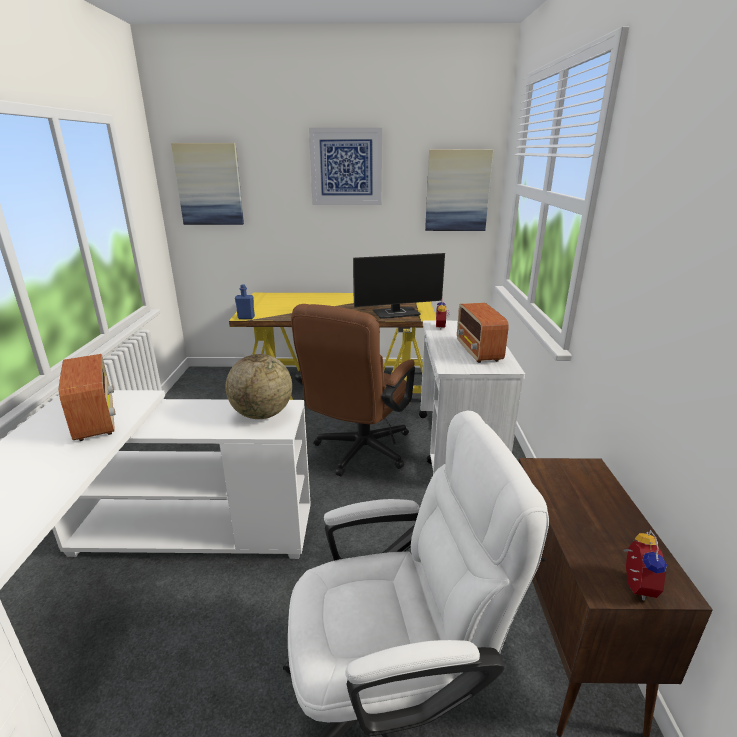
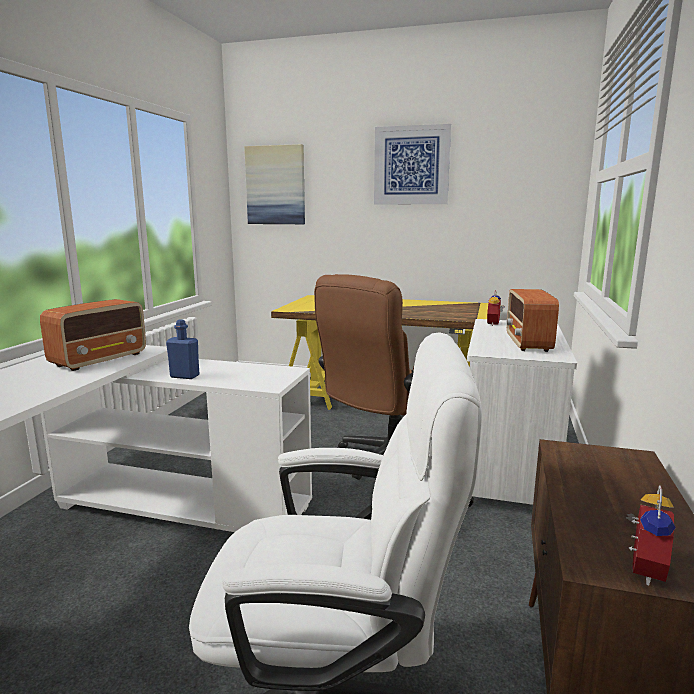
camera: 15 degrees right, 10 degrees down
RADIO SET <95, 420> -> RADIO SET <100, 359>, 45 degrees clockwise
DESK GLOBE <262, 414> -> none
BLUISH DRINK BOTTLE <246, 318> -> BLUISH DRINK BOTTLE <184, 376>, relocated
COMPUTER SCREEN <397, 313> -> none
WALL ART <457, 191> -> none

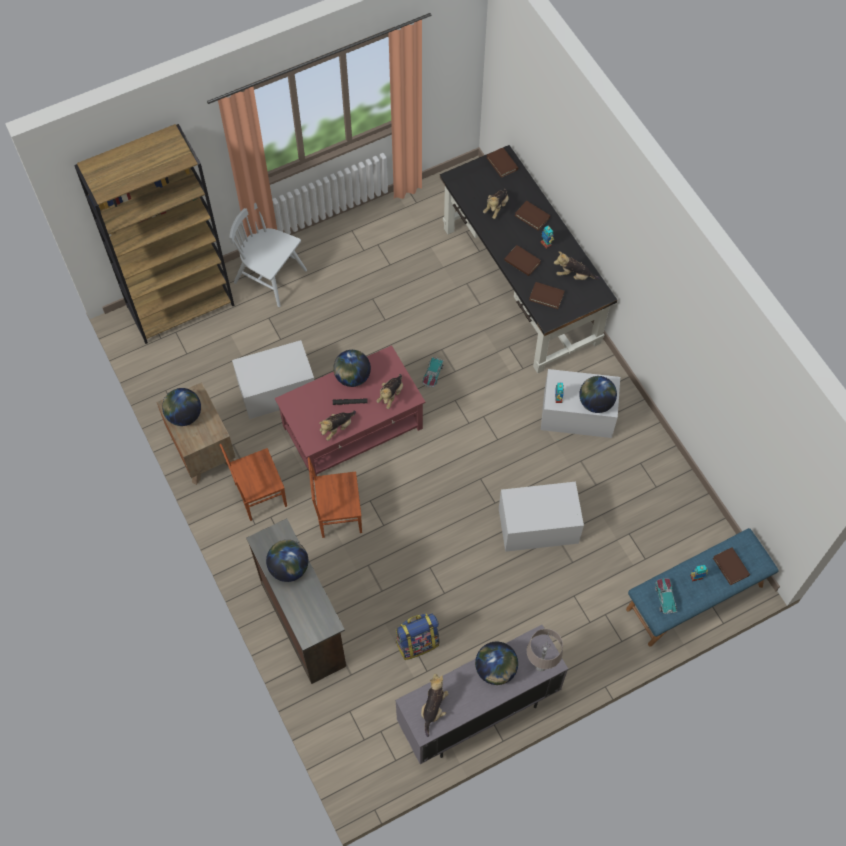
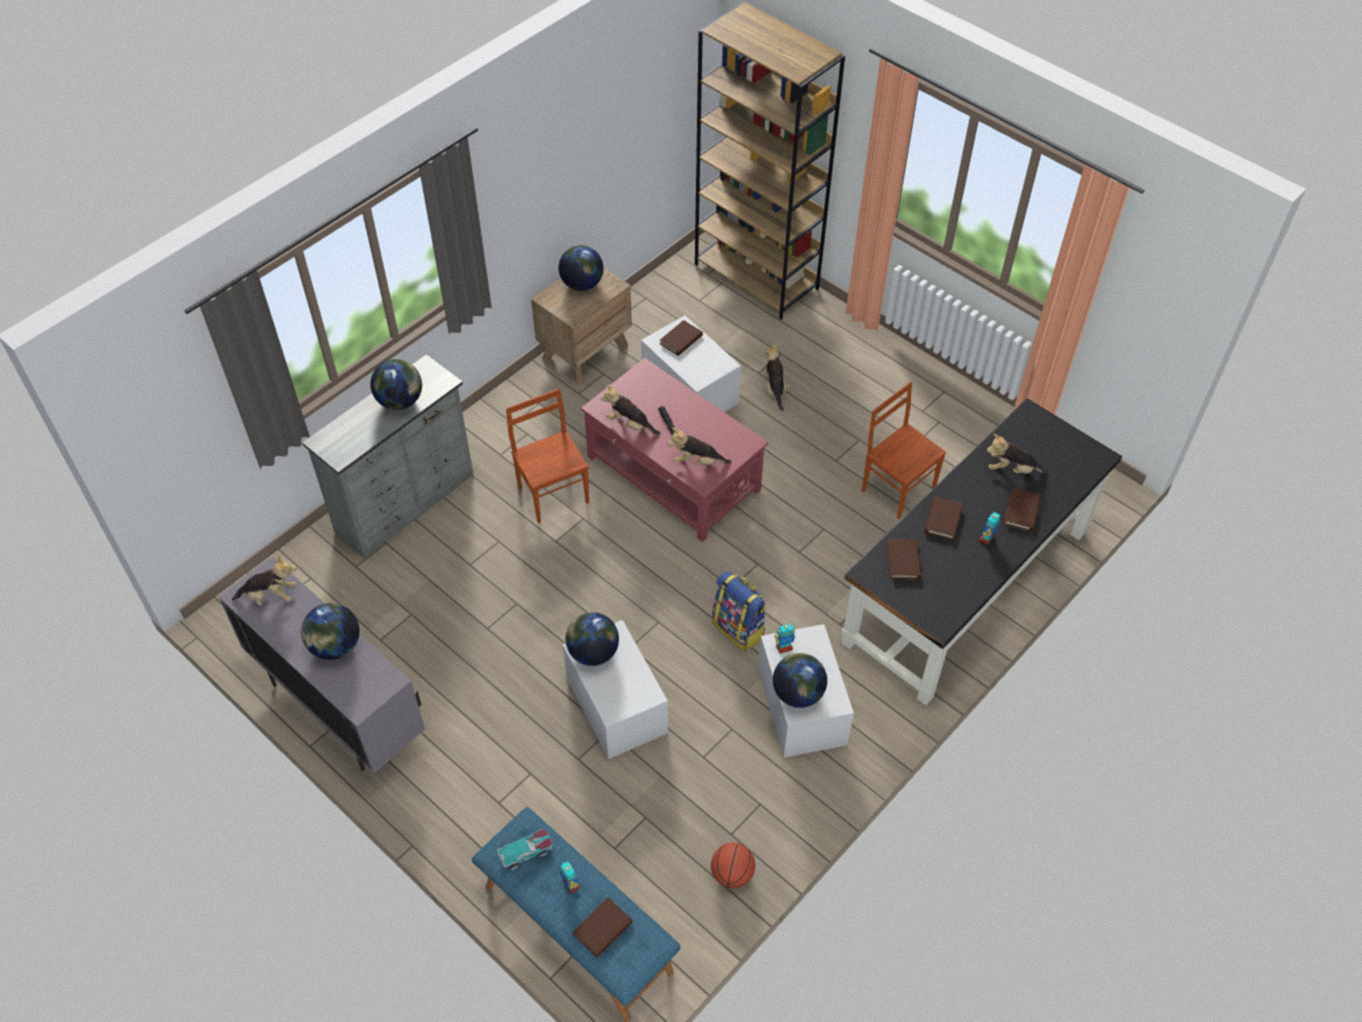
camera: 70 degrees right, 10 degrees down
BROWNISH CHAIR <259, 494> -> BROWNISH CHAIR <898, 488>, relocated
WHITE CHAIR <270, 277> -> none
BROWNISH CHEST OF DRAWERS <304, 622> -> GREYISH CHEST OF DRAWERS <407, 503>
DESK GLOBE <352, 377> -> DESK GLOBE <593, 652>, relocated
RUCKSACK <417, 642> -> RUCKSACK <739, 628>, relocated
MODEL CAR <432, 375> -> none
BROWNISH BOOK <502, 163> -> BROWNISH BOOK <681, 340>, relocated
SAND-COLOURED TABLETOP LAMP <540, 665> -> none
PLUSH TOY <574, 275> -> PLUSH TOY <775, 389>, relocated
none -> BALL FOR BASKETBALL <732, 874>

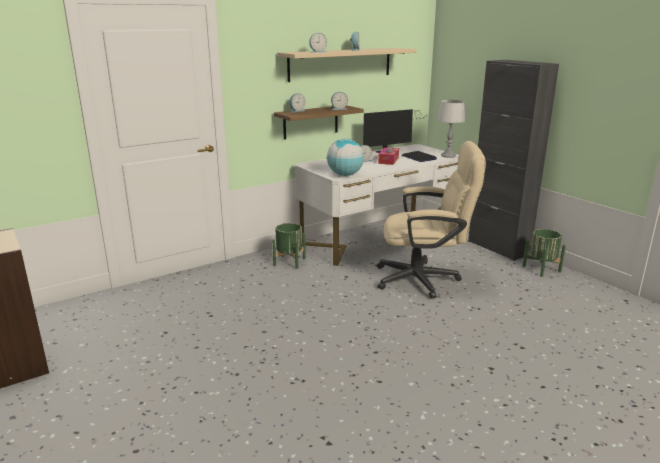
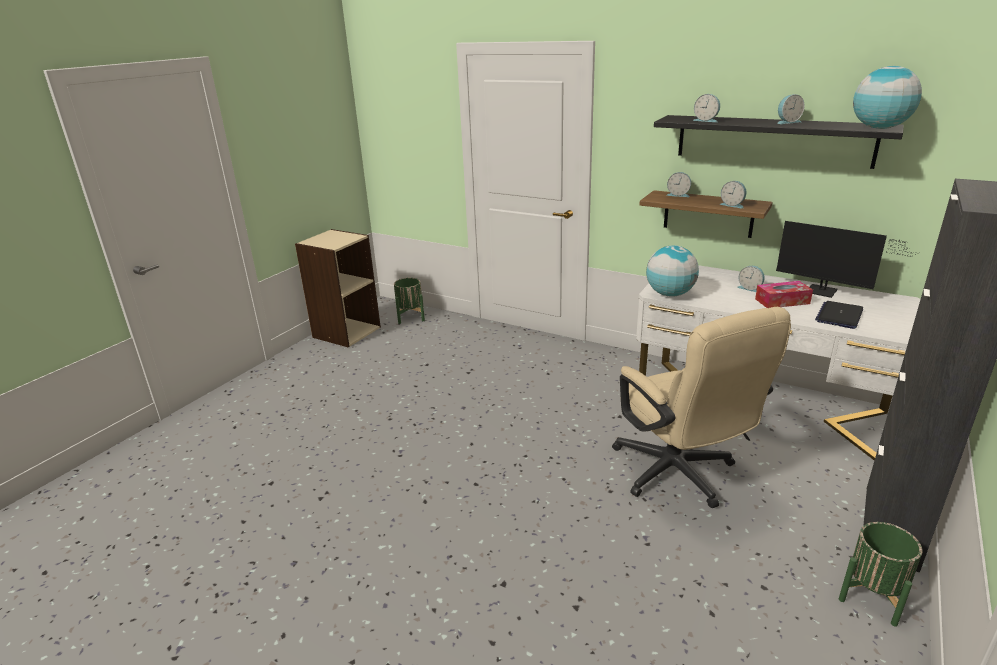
camera: 65 degrees right, 5 degrees up
GREENISH PLANT POT <289, 262> -> GREENISH PLANT POT <410, 317>, relocated
SAND-COLOURED WALL SHELF <340, 64> -> BLACK-COLOURED WALL SHELF <773, 140>
GREYISH TABLETOP LAMP <448, 156> -> none
none -> DESK GLOBE <880, 128>

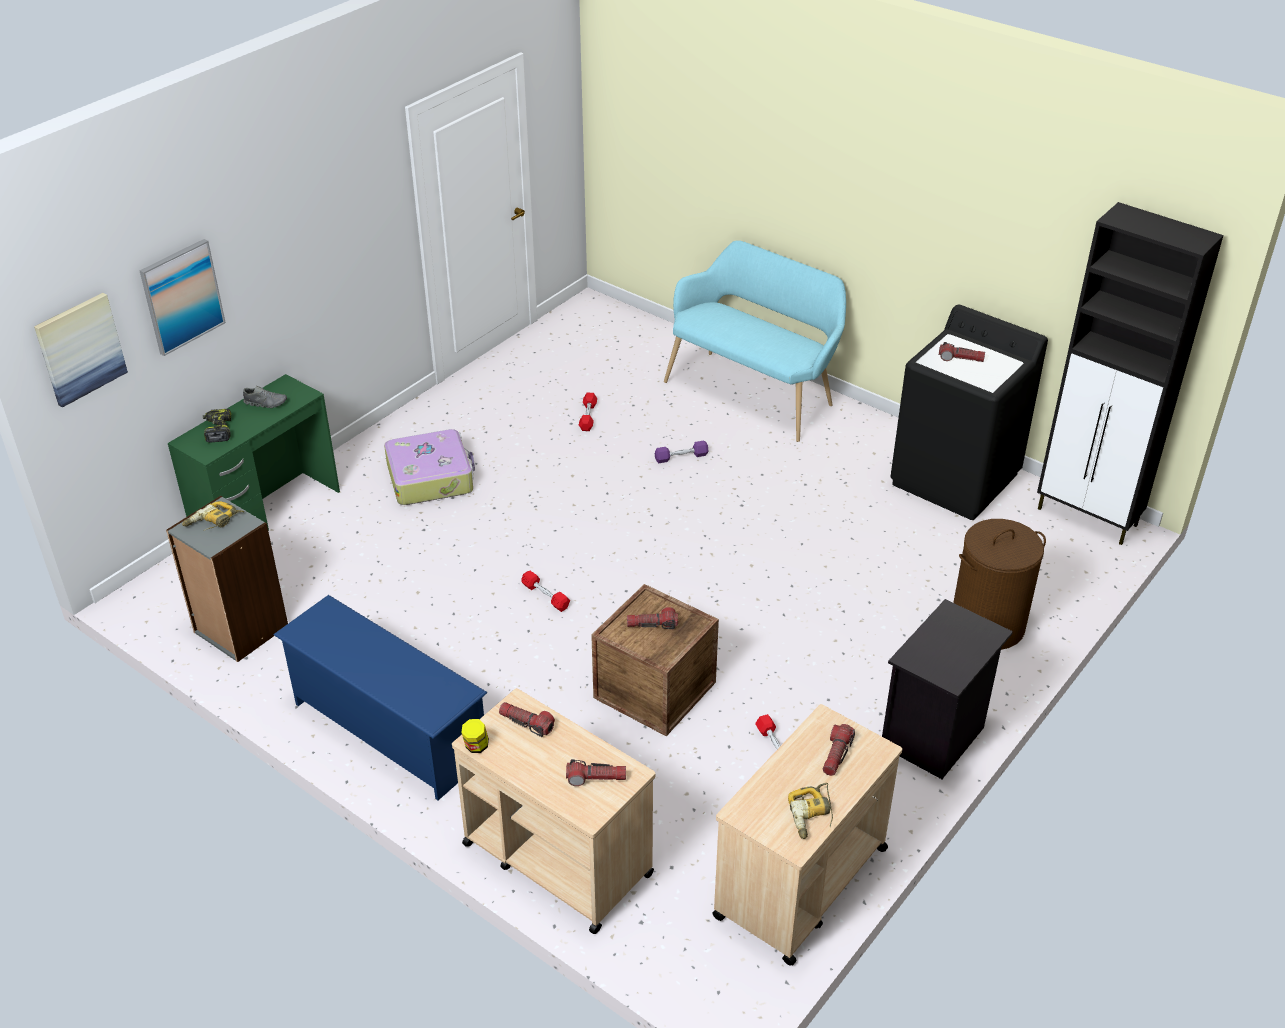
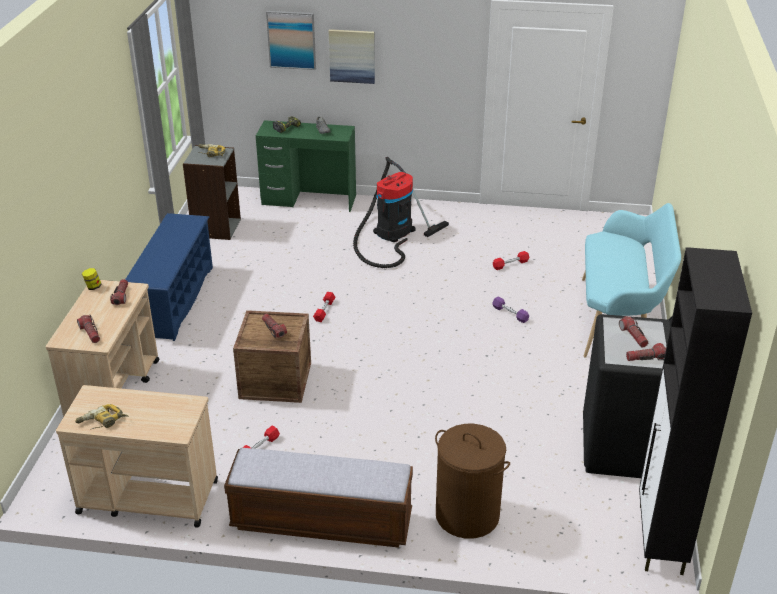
camera: 60 degrees right, 5 degrees down
WALL ART <80, 349> -> WALL ART <352, 56>, relocated
PIECE OF LUGGAGE <431, 477> -> HOOVER <392, 234>
HAND TORCH <836, 755> -> HAND TORCH <646, 358>, relocated
BLACK-COLOURED BEDSIDE TABLE <934, 738> -> INDOOR BENCH <321, 521>

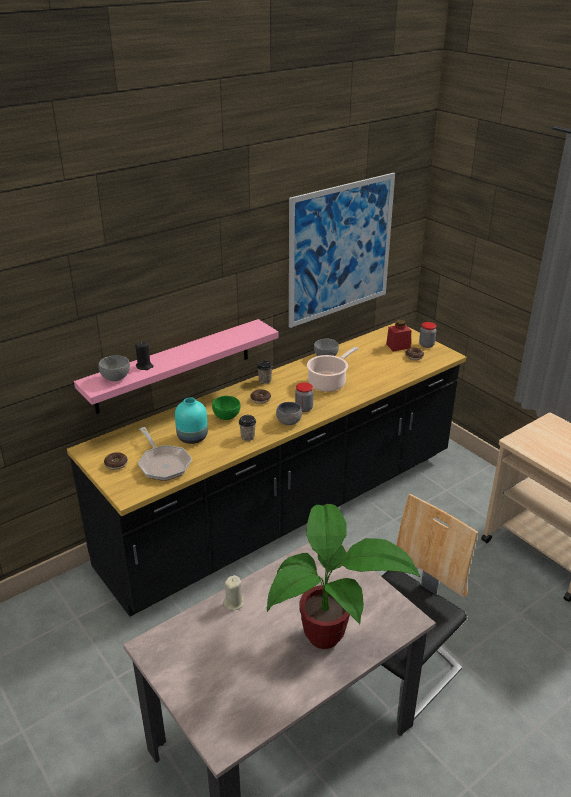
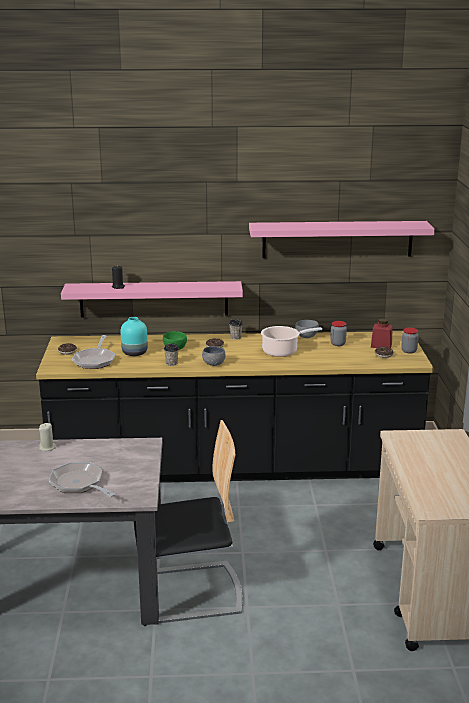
camera: 35 degrees right, 10 degrees down
GREYISH BOWL <115, 378> -> none
PLANT IN A POT <330, 635> -> PAN <79, 484>
WALL ART <341, 250> -> PINKISH WALL SHELF <337, 239>
PRESERVE JAR <304, 408> -> PRESERVE JAR <338, 344>, relocated

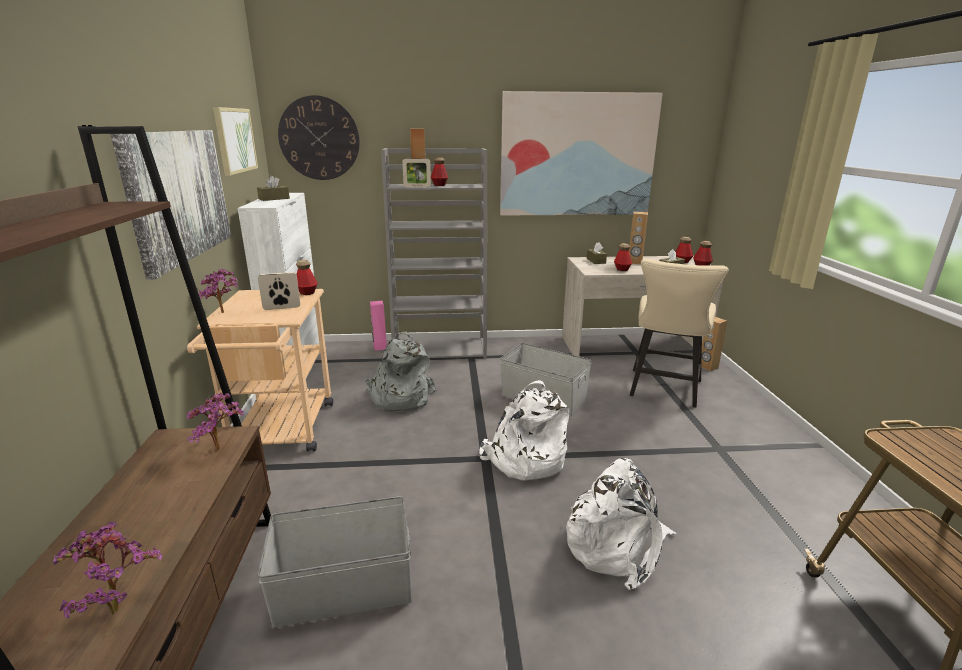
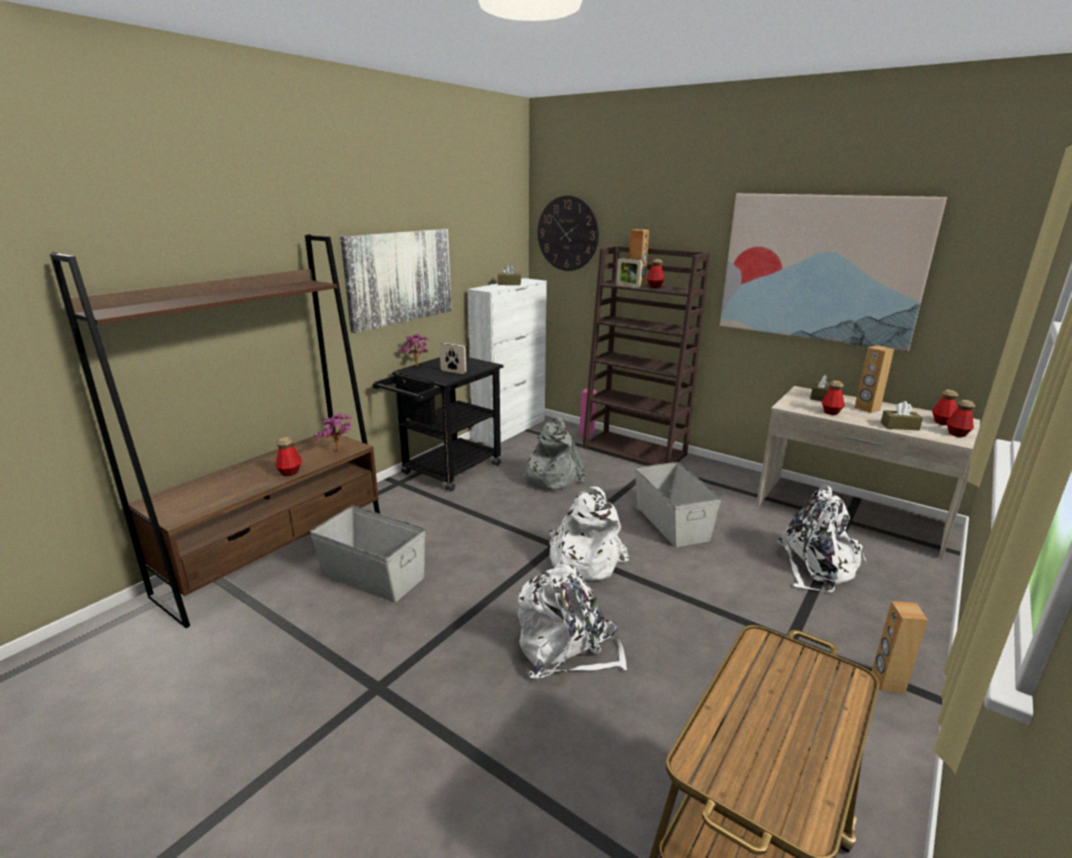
camera: 40 degrees right, 0 degrees up
PLANT IN A POT <117, 606> -> none
SAND-COLOURED CART <281, 433> -> BLACK-COLOURED CART <446, 472>
WALL ART <235, 140> -> none
DRINK BOTTLE <307, 292> -> DRINK BOTTLE <290, 472>, relocated
GREYISH SHELVING UNIT <441, 349> -> BROWNISH SHELVING UNIT <635, 451>
SAND-COLOURED CHAIR <663, 390> -> WHITE RUCKSACK <817, 566>
BROWNISH SPEAKER <708, 367> -> BROWNISH SPEAKER <887, 682>, relocated

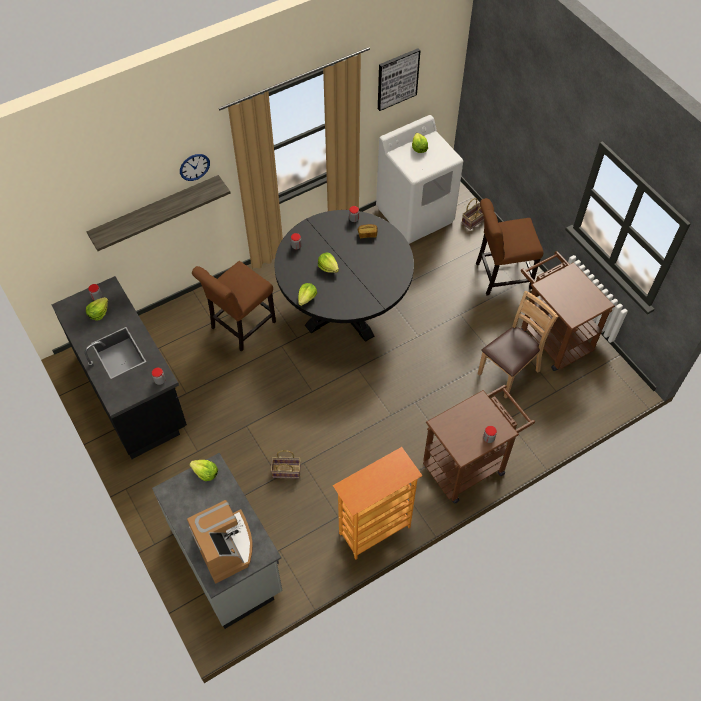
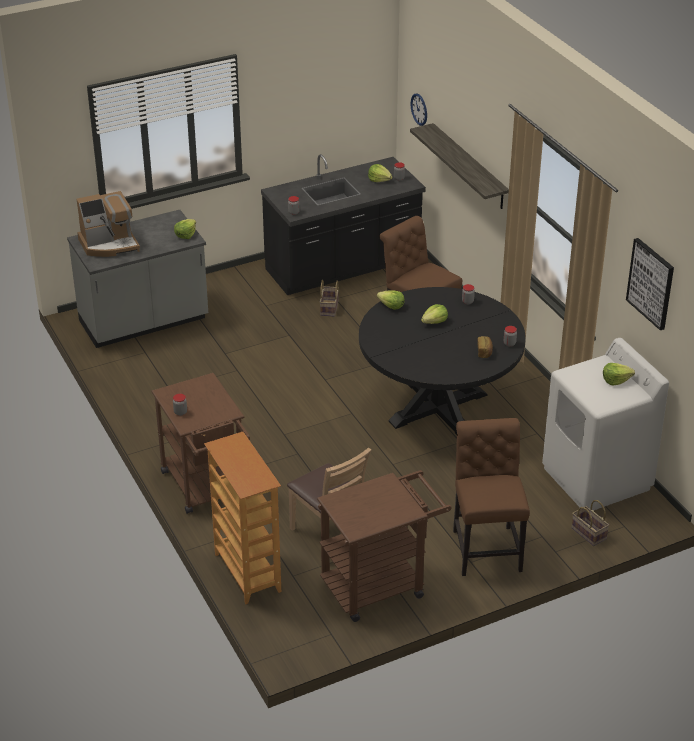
camera: 95 degrees right, 20 degrees down
CLOCK ON THE WALL <194, 167> -> CLOCK ON THE WALL <419, 109>, relocated
STORAGE BASKET <287, 471> -> STORAGE BASKET <329, 308>, relocated
SHELVING UNIT <375, 531> -> SHELVING UNIT <246, 573>, relocated

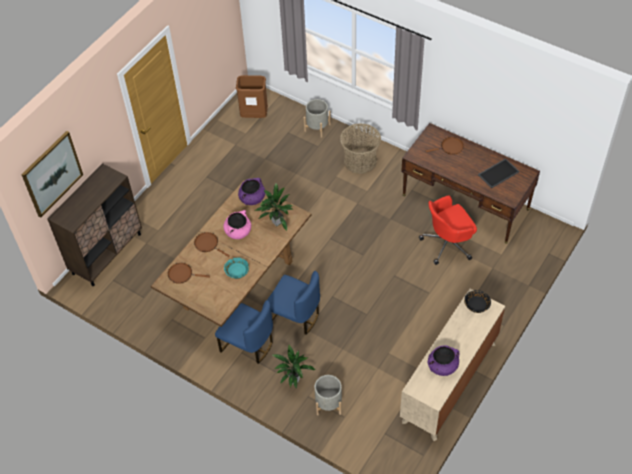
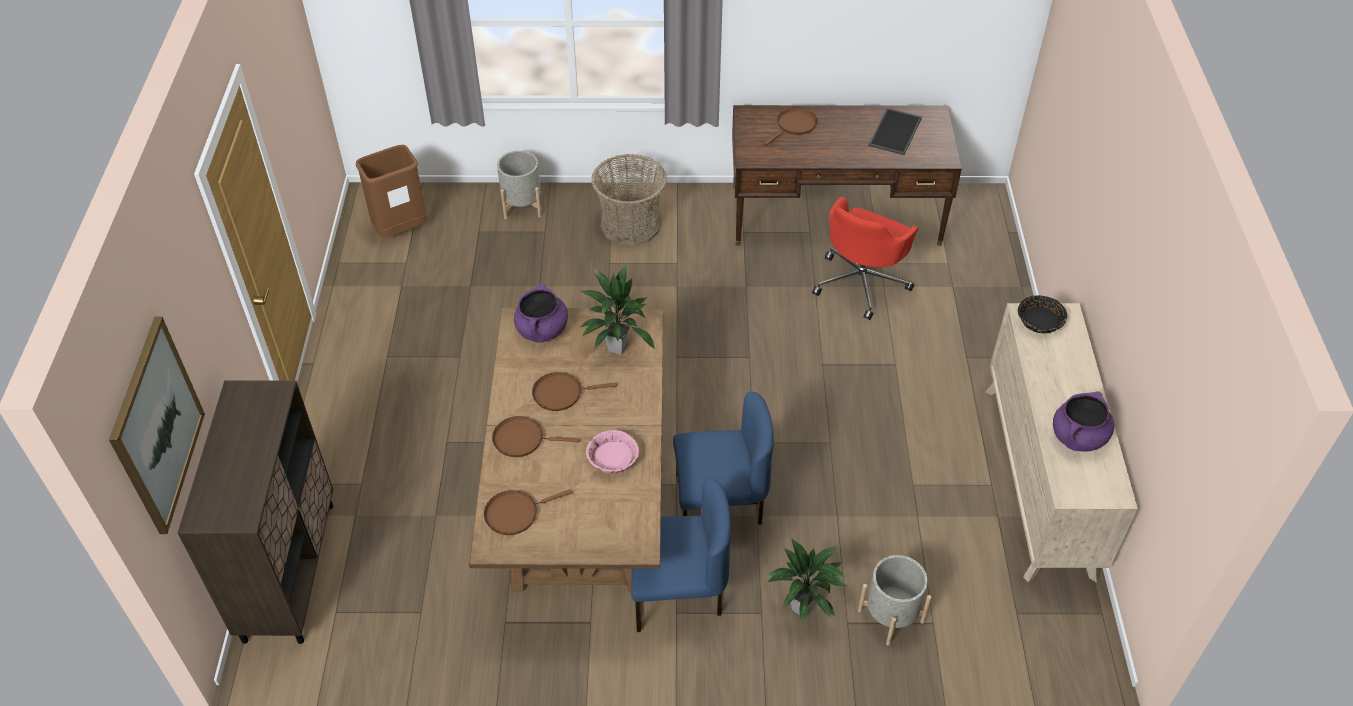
camera: 35 degrees left, 5 degrees down
PINKISH SAUCEPOT <238, 231> -> BROWNISH PAN <561, 393>
TURQUOISE BOWL <237, 271> -> PINKISH BOWL <613, 458>

